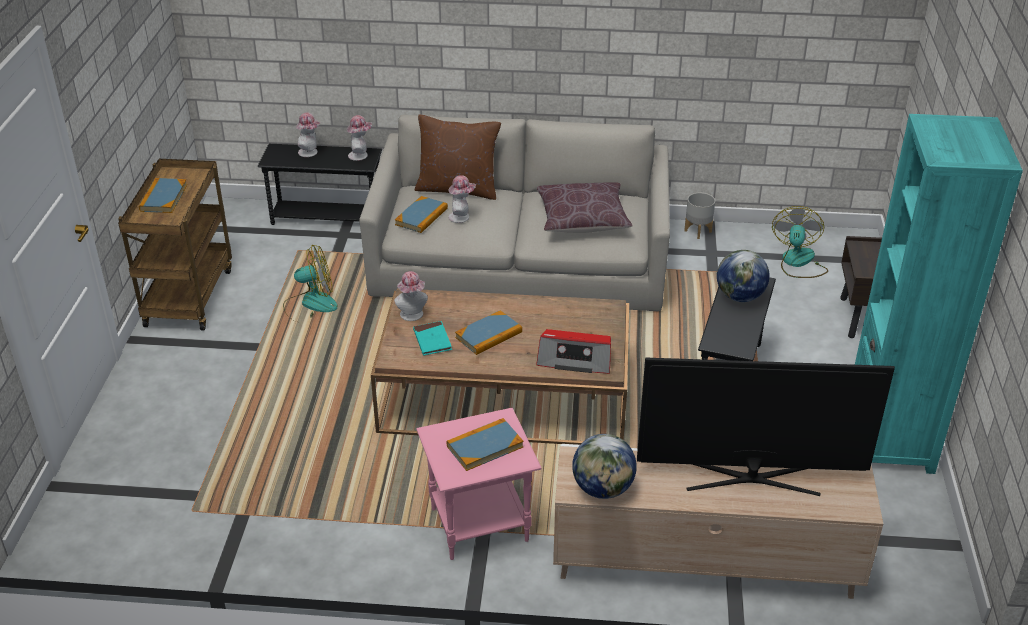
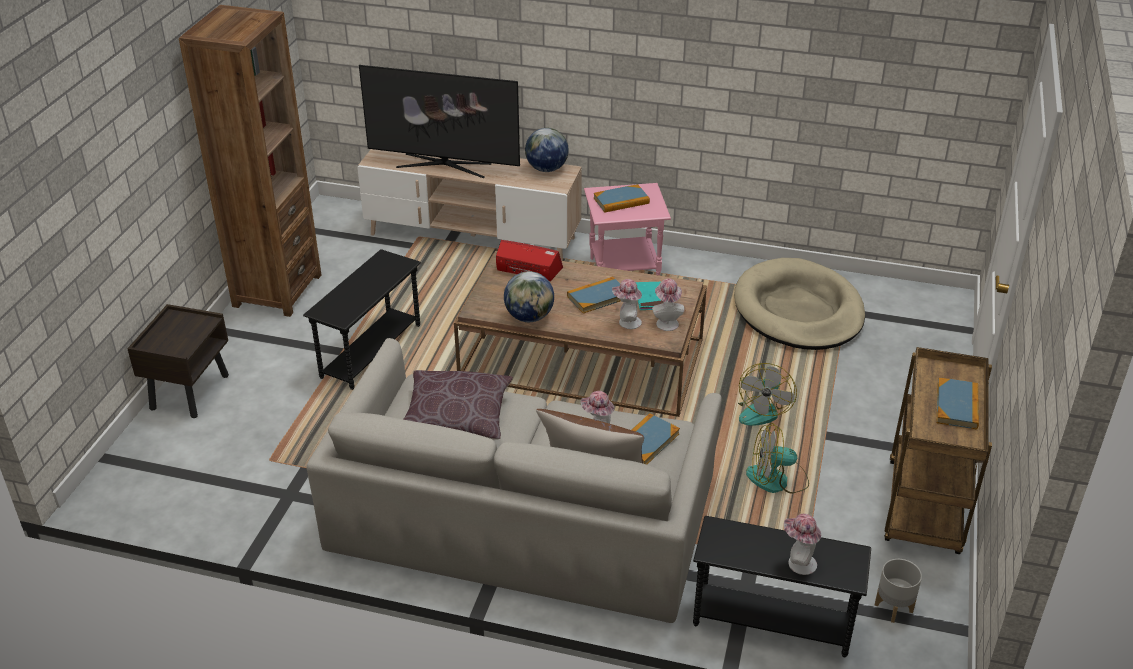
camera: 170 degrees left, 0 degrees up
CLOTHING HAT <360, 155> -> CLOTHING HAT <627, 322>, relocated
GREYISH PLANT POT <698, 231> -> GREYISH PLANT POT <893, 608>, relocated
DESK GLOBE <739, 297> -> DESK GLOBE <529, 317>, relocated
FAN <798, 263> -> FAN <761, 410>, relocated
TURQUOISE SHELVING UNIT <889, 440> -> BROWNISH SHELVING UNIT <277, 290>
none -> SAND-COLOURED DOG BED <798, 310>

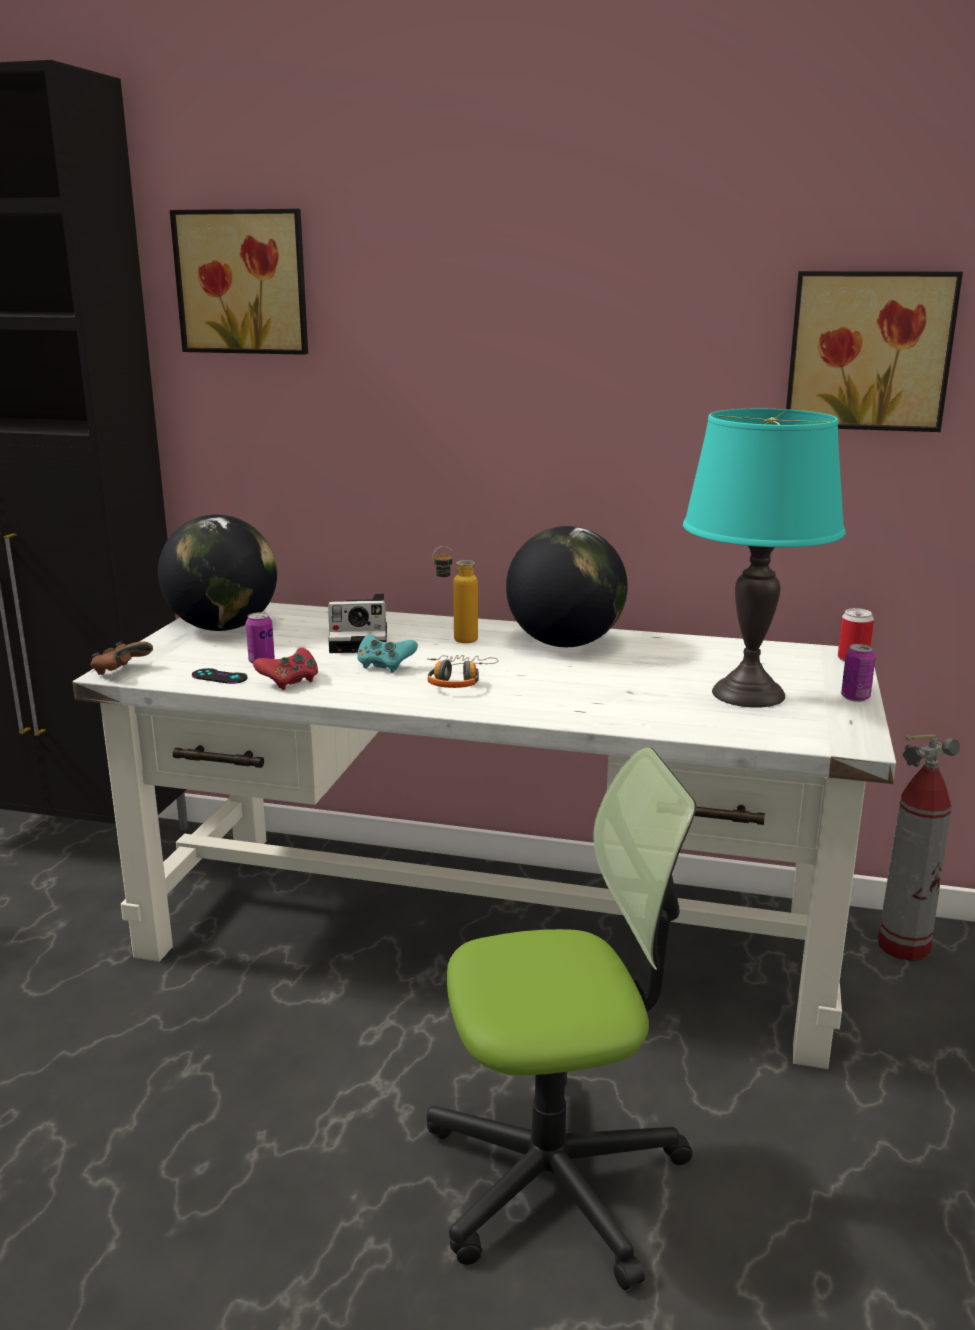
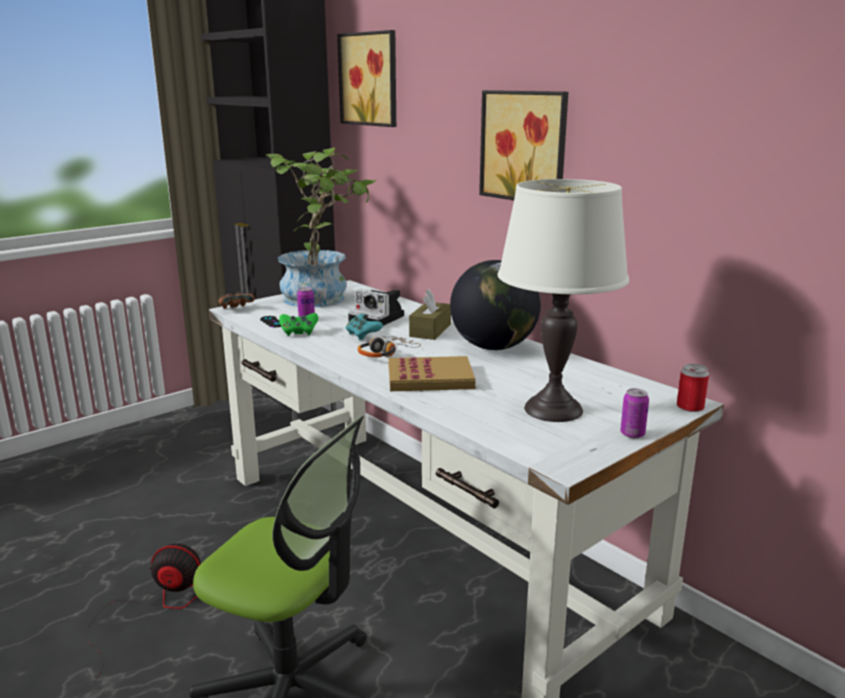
camera: 35 degrees right, 0 degrees up
DESK GLOBE <223, 628> -> PLANT IN A POT <323, 296>
RED GAME CONTROLLER <289, 682> -> GREENISH GAME CONTROLLER <298, 332>
DRINK BOTTLE <456, 641> -> BROWNISH TISSUE HOLDER <430, 330>
TURQUOISE TABLETOP LAMP <748, 694> -> WHITE TABLETOP LAMP <553, 409>
WALL ART <869, 351> -> WALL ART <526, 146>, relocated
EXTINGUISHER <904, 946> -> none
none -> FAN <154, 608>
none -> BOOK <430, 378>

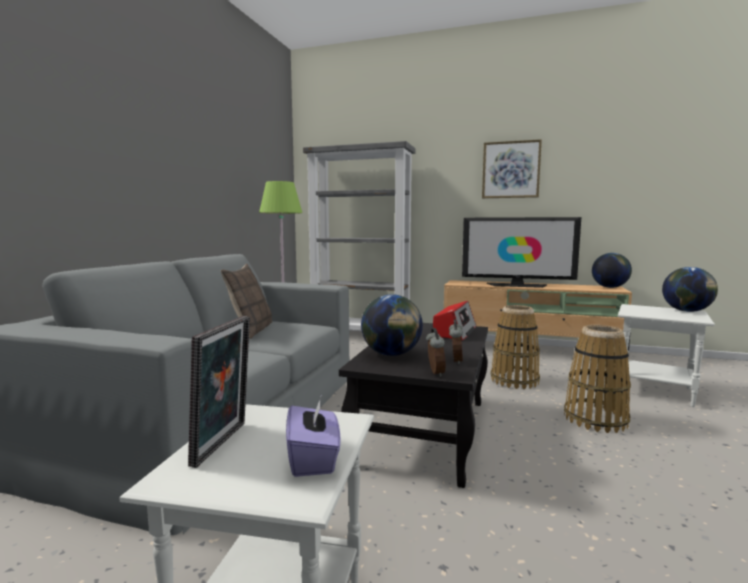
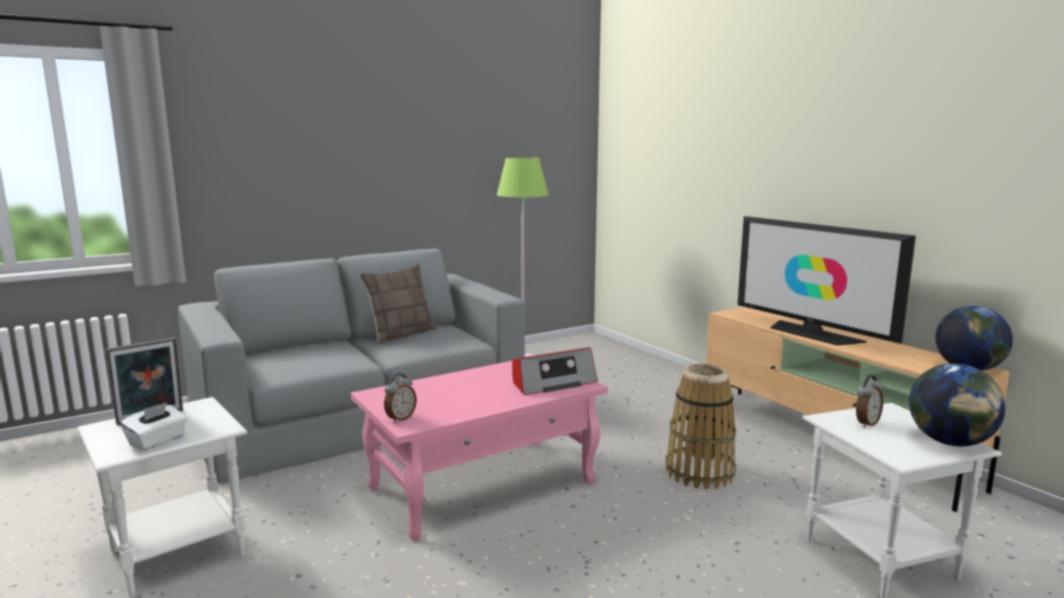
camera: 40 degrees right, 5 degrees up
PURPLISH TISSUE HOLDER <313, 459> -> WHITE TISSUE HOLDER <157, 441>
GREYISH SHELVING UNIT <361, 336> -> none
BLACK-COLOURED LOW TABLE <425, 430> -> PINKISH LOW TABLE <483, 484>
DESK GLOBE <392, 354> -> none
TABLE CLOCK <455, 361> -> TABLE CLOCK <866, 423>, relocated
WALL ART <511, 170> -> none
STORAGE BASKET <595, 419> -> none

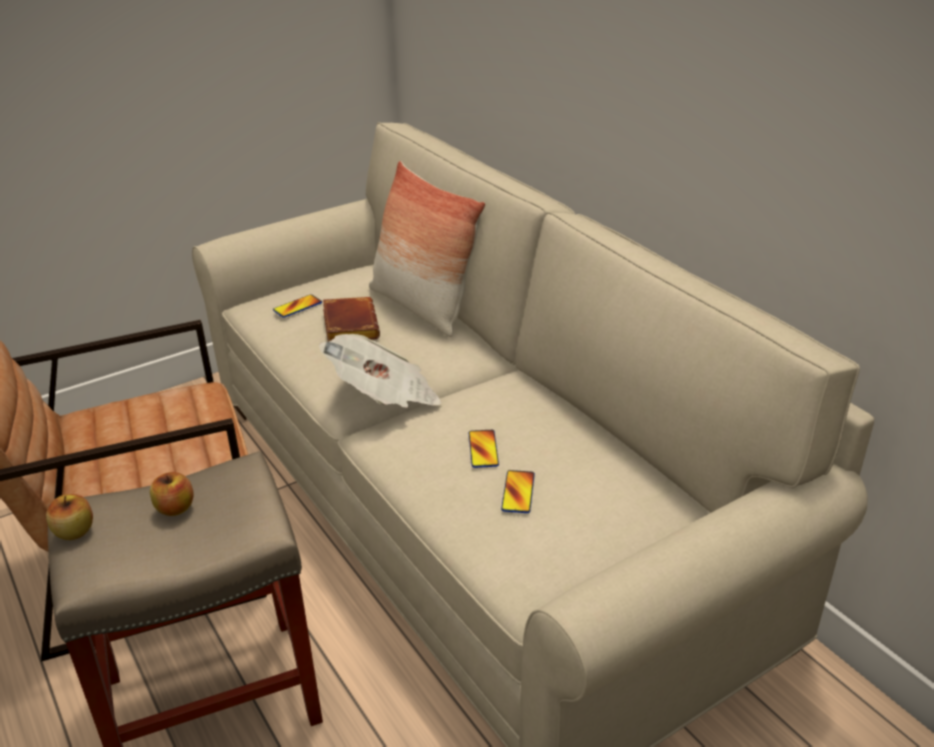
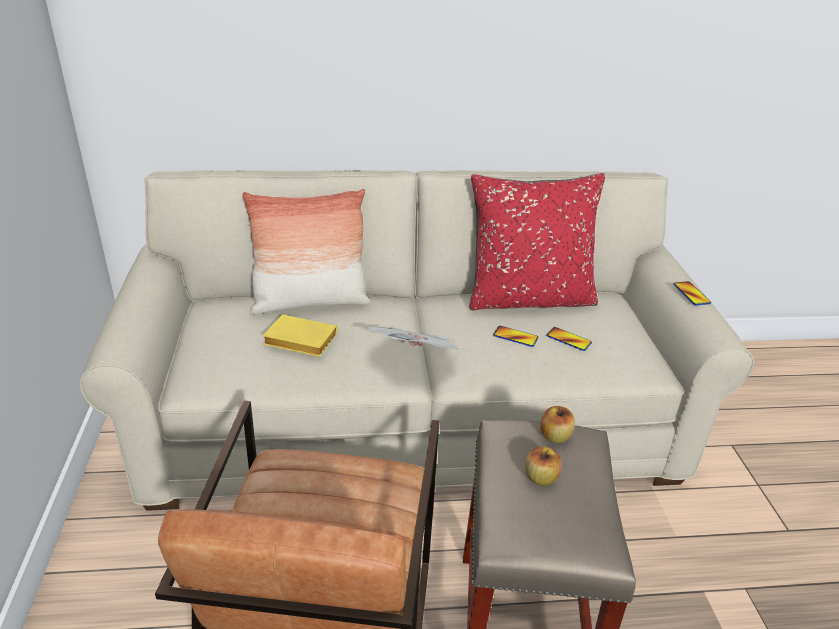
camera: 65 degrees left, 0 degrees up
WHOLE APPLE <74, 531> -> WHOLE APPLE <555, 436>, relocated
TELEPHONE <297, 307> -> TELEPHONE <691, 294>, relocated
BROWNISH BOOK <348, 325> -> YELLOWISH BOOK <298, 341>
none -> RED THROW PILLOW <529, 298>

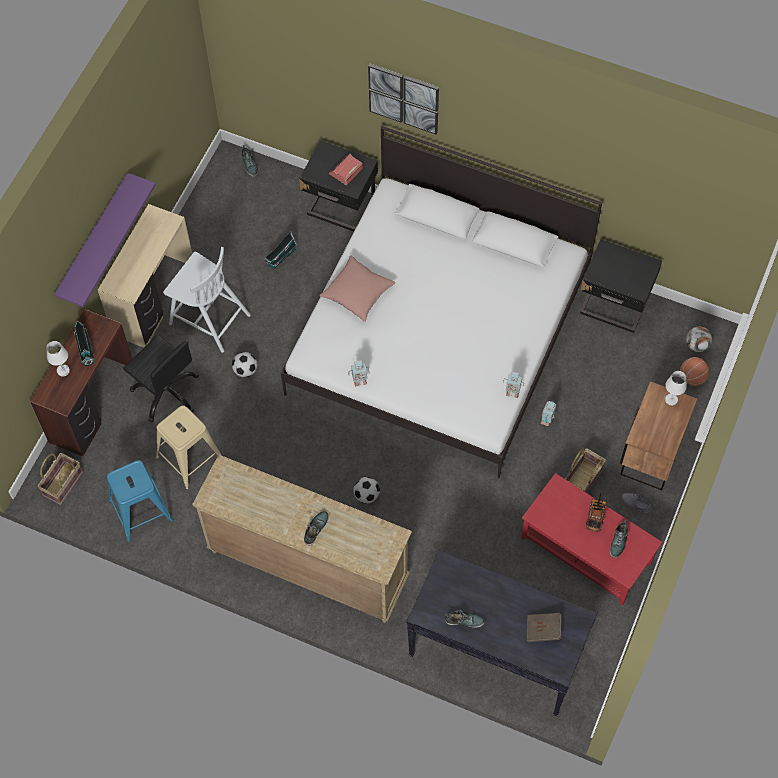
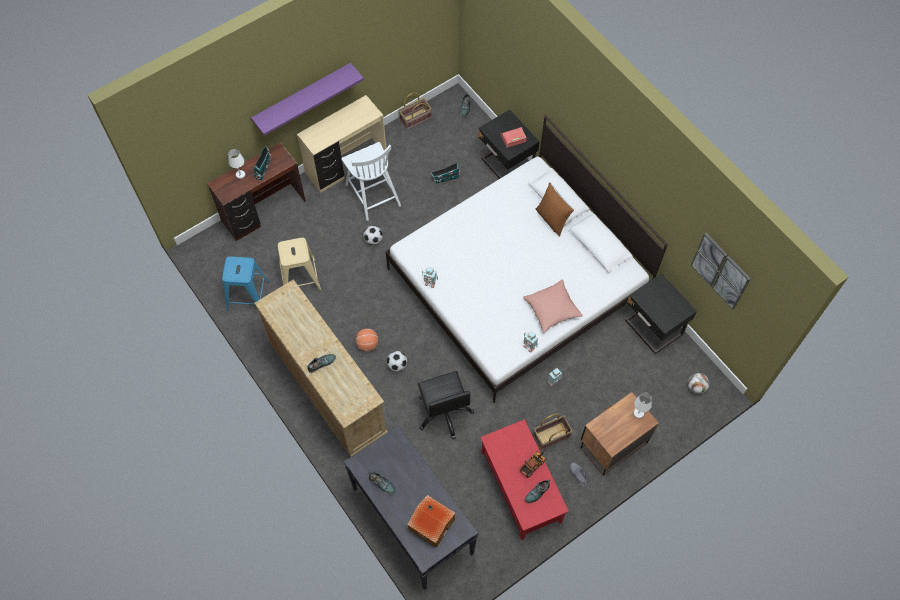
camera: 30 degrees right, 0 degrees up
STORAGE BASKET <63, 484> -> STORAGE BASKET <415, 119>, relocated
BLACK-COLOURED COMPUTER CHAIR <166, 392> -> BLACK-COLOURED COMPUTER CHAIR <444, 412>, relocated
PINKISH THROW PILLOW <357, 293> -> PINKISH THROW PILLOW <552, 309>, relocated
WALL ART <404, 98> -> WALL ART <720, 270>, relocated
BROWNISH BOOK <543, 630> -> TOY HOUSE <431, 523>
BALL FOR BASKETBALL <692, 378> -> BALL FOR BASKETBALL <367, 344>, relocated
none -> BROWNISH THROW PILLOW <552, 219>

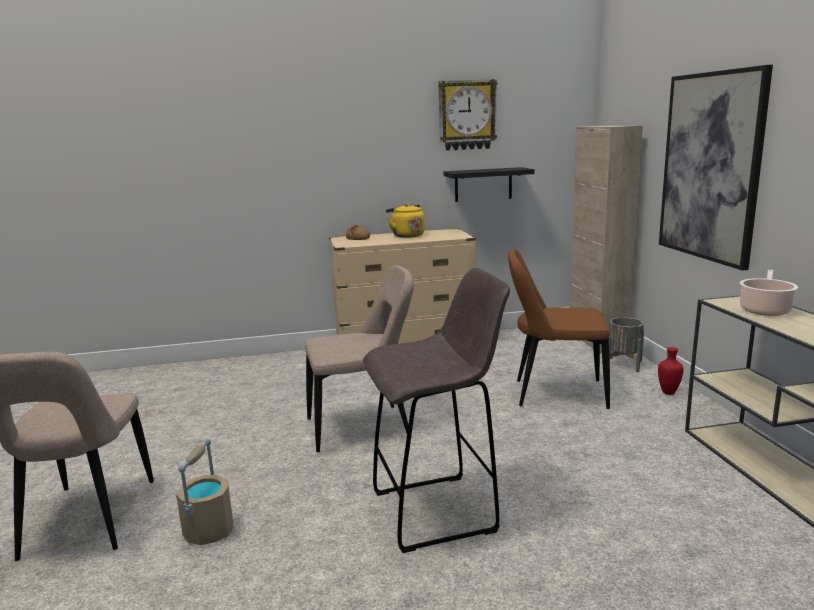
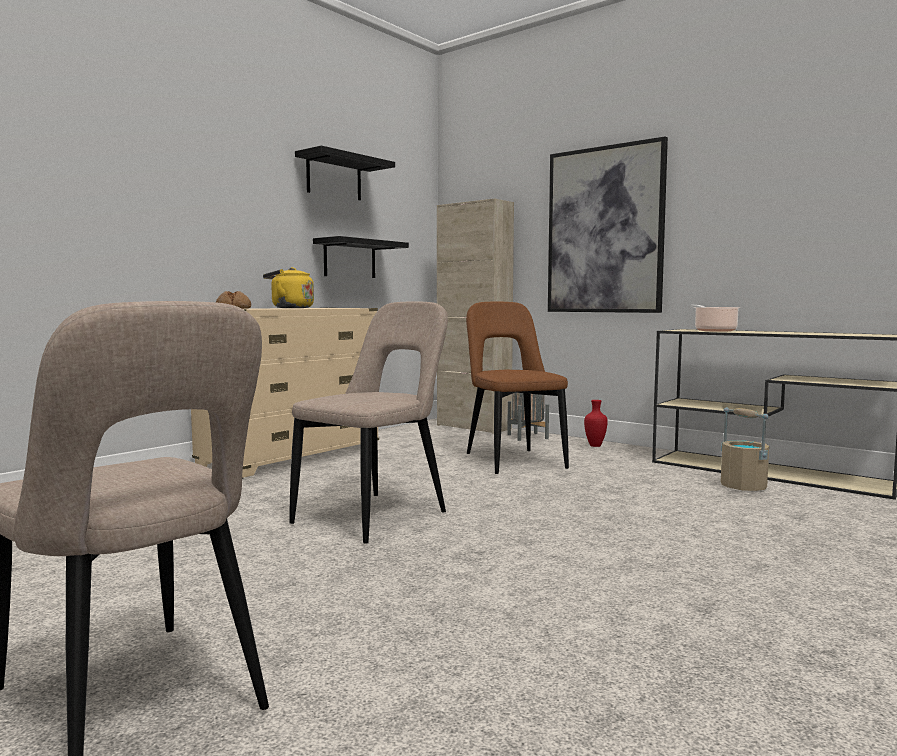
camera: 40 degrees left, 10 degrees down
SAND-COLOURED PAIL <209, 530> -> SAND-COLOURED PAIL <743, 486>, relocated
GREYISH SITTING STOOL <438, 511> -> none
CLOCK ON THE WALL <467, 115> -> BLACK-COLOURED WALL SHELF <334, 177>
BROWNISH CHAIR <555, 394> -> BROWNISH CHAIR <512, 460>, 105 degrees clockwise

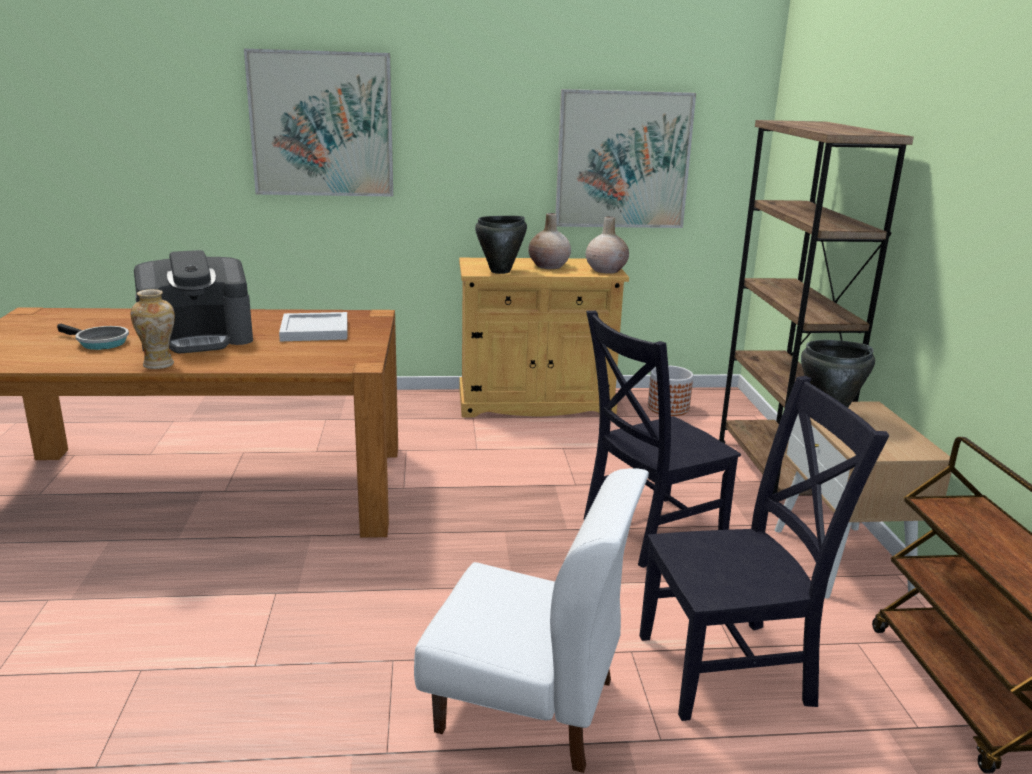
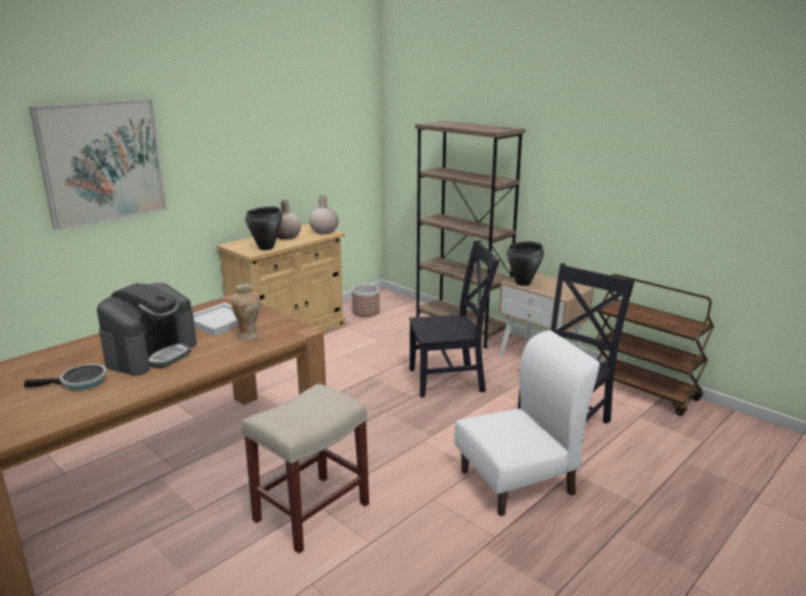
camera: 40 degrees left, 0 degrees up
VASE <159, 364> -> VASE <249, 336>, relocated
WALL ART <623, 160> -> none
BLACK-COLOURED CHAIR <648, 531> -> BLACK-COLOURED CHAIR <450, 380>, 120 degrees counterclockwise
none -> SAND-COLOURED SITTING STOOL <310, 513>

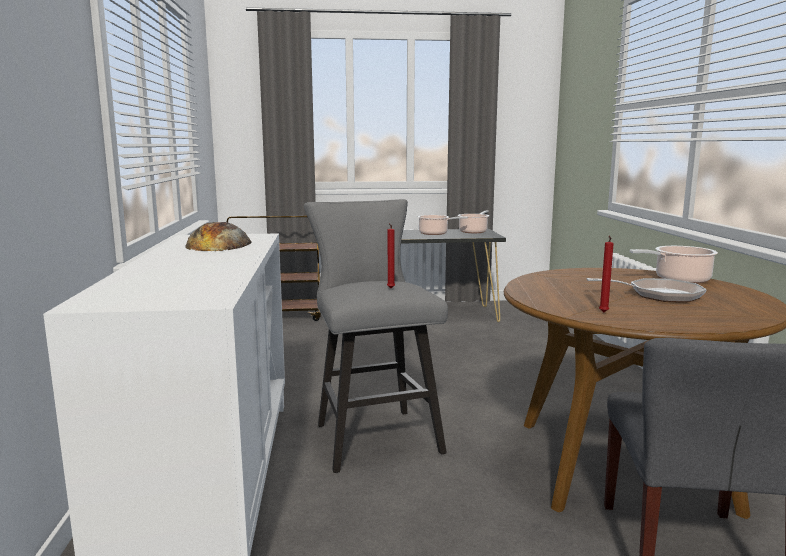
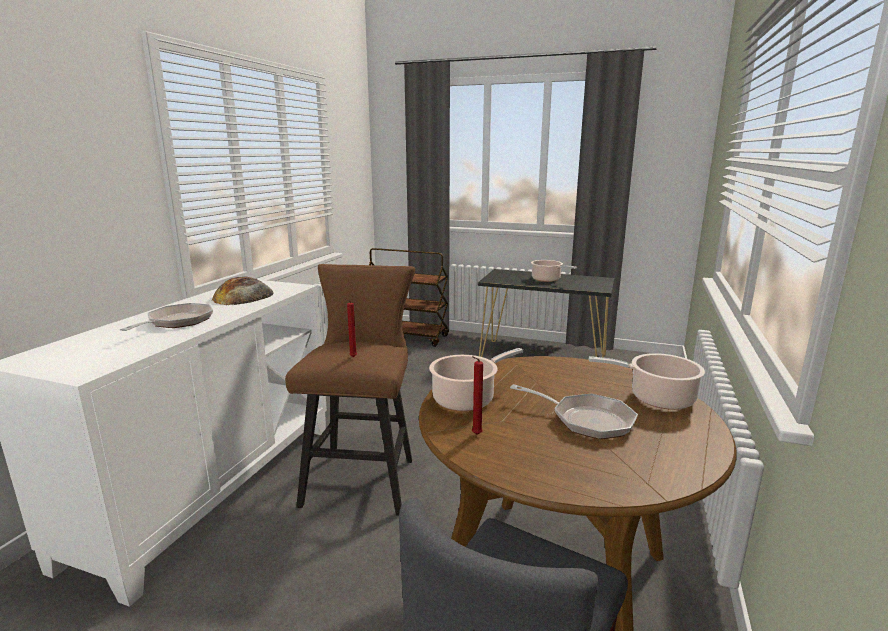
camera: 25 degrees right, 5 degrees up
GREYISH SITTING STOOL <373, 435> -> BROWNISH SITTING STOOL <363, 477>
SAUCEPOT <474, 231> -> SAUCEPOT <467, 399>, relocated
none -> PAN <177, 322>

